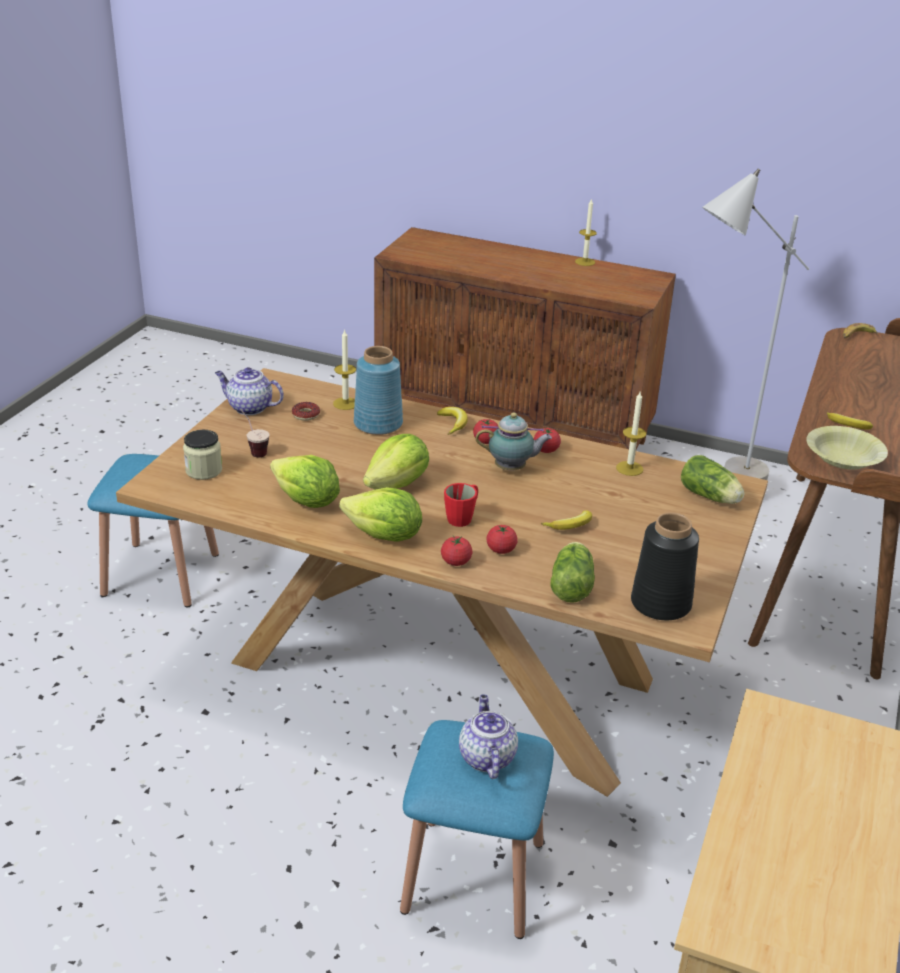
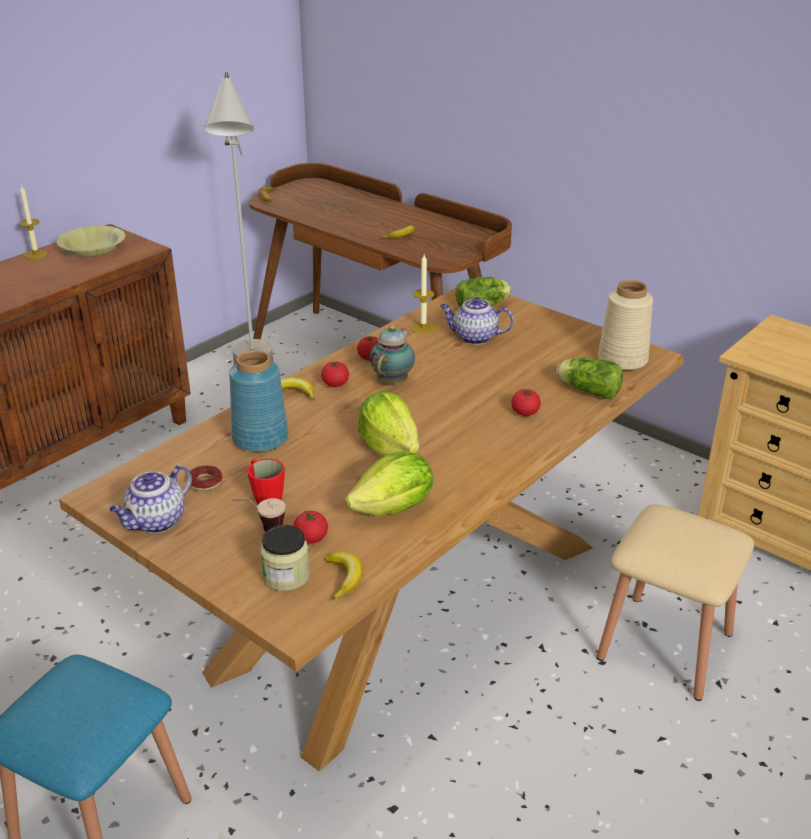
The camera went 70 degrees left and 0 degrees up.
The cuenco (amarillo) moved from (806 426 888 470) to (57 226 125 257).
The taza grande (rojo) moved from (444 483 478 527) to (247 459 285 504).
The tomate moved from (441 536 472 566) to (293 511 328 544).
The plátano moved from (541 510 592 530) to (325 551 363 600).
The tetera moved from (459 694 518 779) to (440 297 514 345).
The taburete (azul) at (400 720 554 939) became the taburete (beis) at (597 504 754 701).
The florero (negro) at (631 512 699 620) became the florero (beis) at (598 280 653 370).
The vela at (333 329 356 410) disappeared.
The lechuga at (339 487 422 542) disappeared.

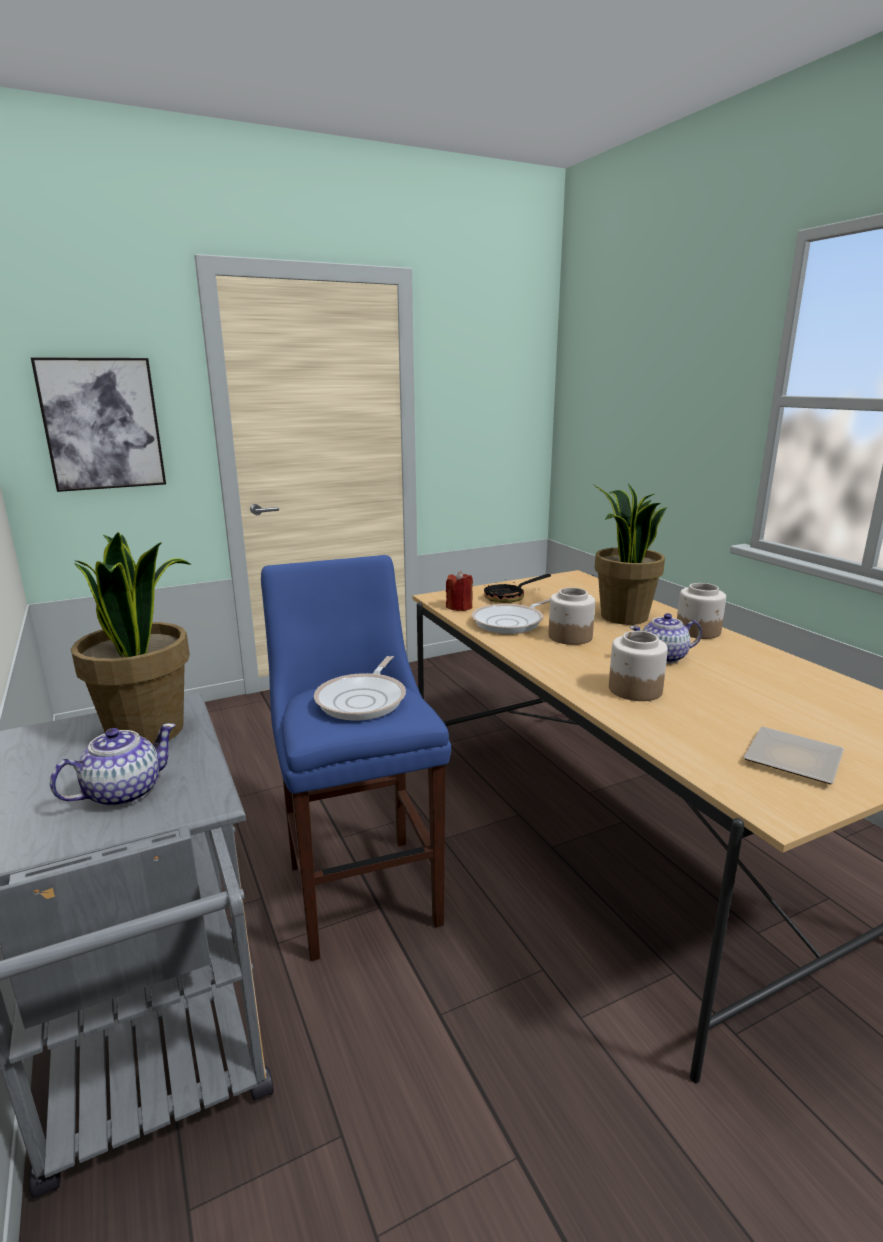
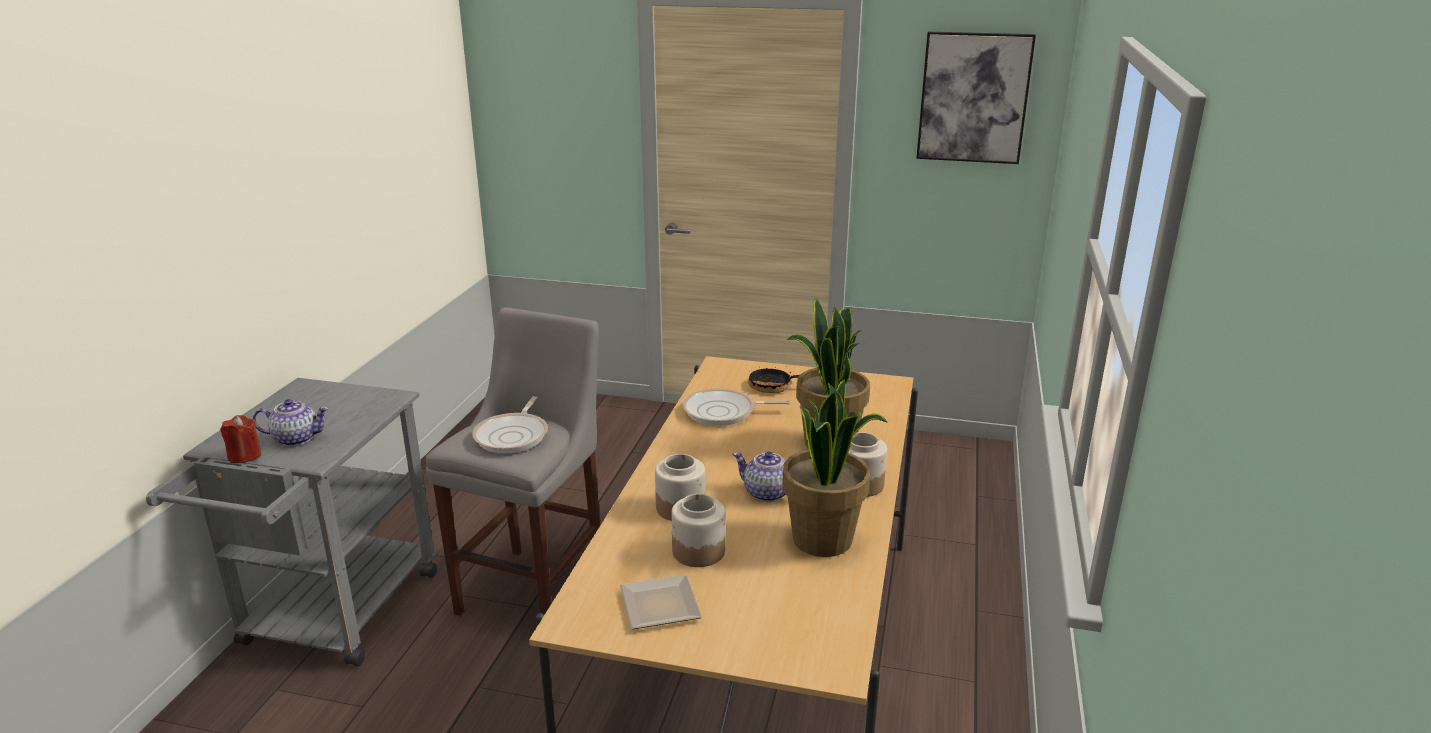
The camera went 40 degrees right and 5 degrees up.
The vela (rojo) moved from (446 571 473 611) to (220 415 261 463).
The taburete (azul) at (261 555 451 961) became the taburete (gris) at (426 307 600 616).
The sartén at (314 656 406 720) turned 45 degrees counterclockwise.
The tarro moved from (548 588 595 645) to (671 494 725 567).
The planta en maceta moved from (71 532 191 744) to (782 379 888 557).
The cuadro moved from (31 357 166 492) to (916 32 1036 164).

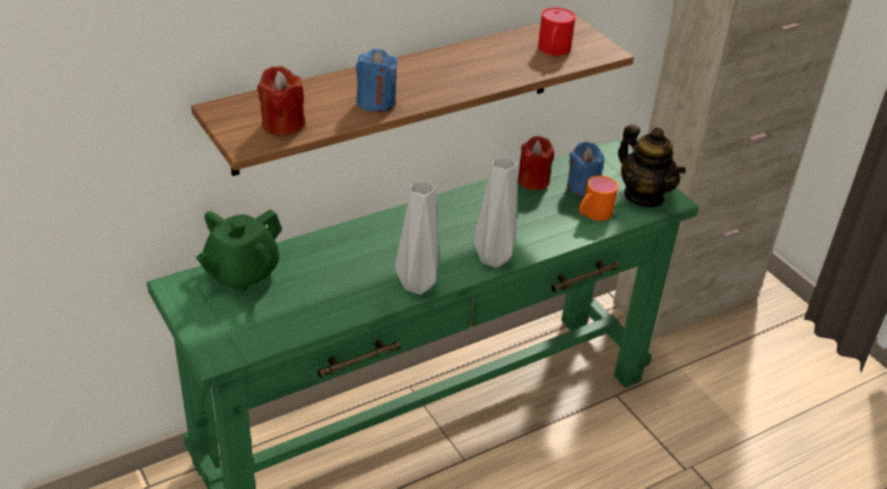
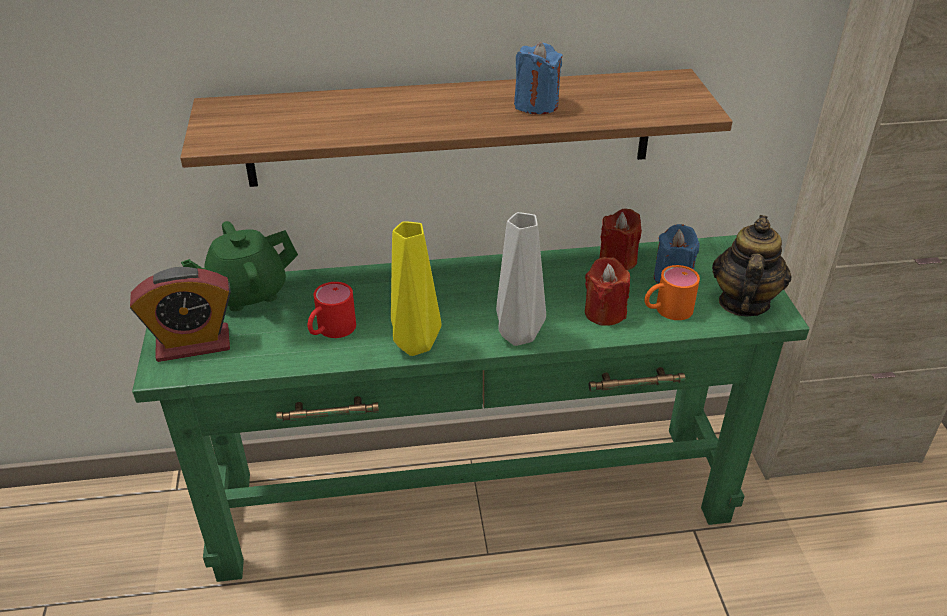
The camera went 25 degrees right and 0 degrees up.
The despertador at (130 267 231 362) appeared.
The taza grande (rojo) moved from (538 8 576 56) to (307 282 356 338).
The florero (gris) at (395 181 439 295) became the florero (amarillo) at (391 221 442 356).
The vela (azul) moved from (356 49 398 112) to (514 42 563 114).
The vela (rojo) moved from (257 66 305 136) to (585 257 630 326).
The tetera at (618 124 686 207) turned 150 degrees counterclockwise.

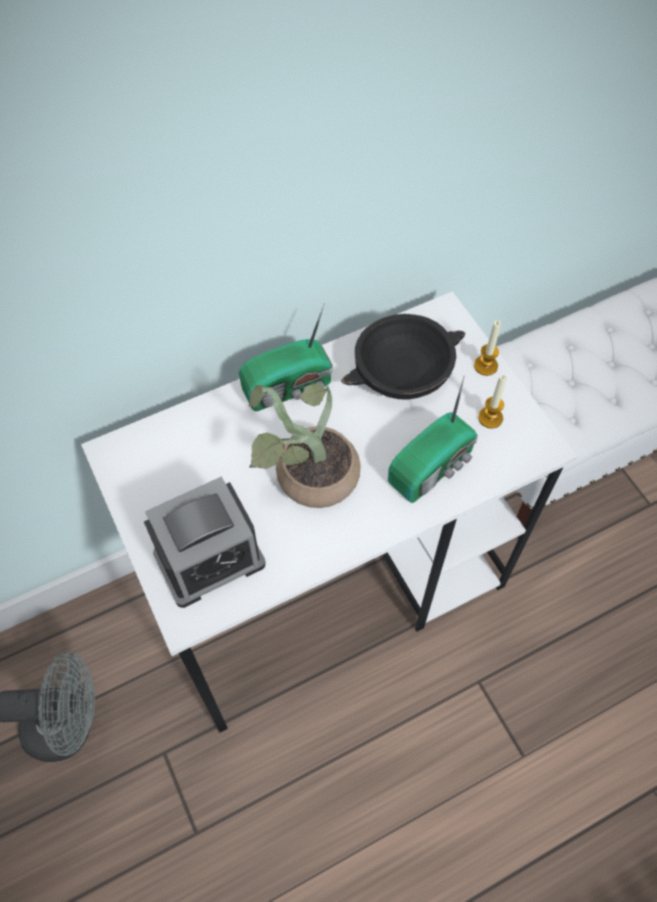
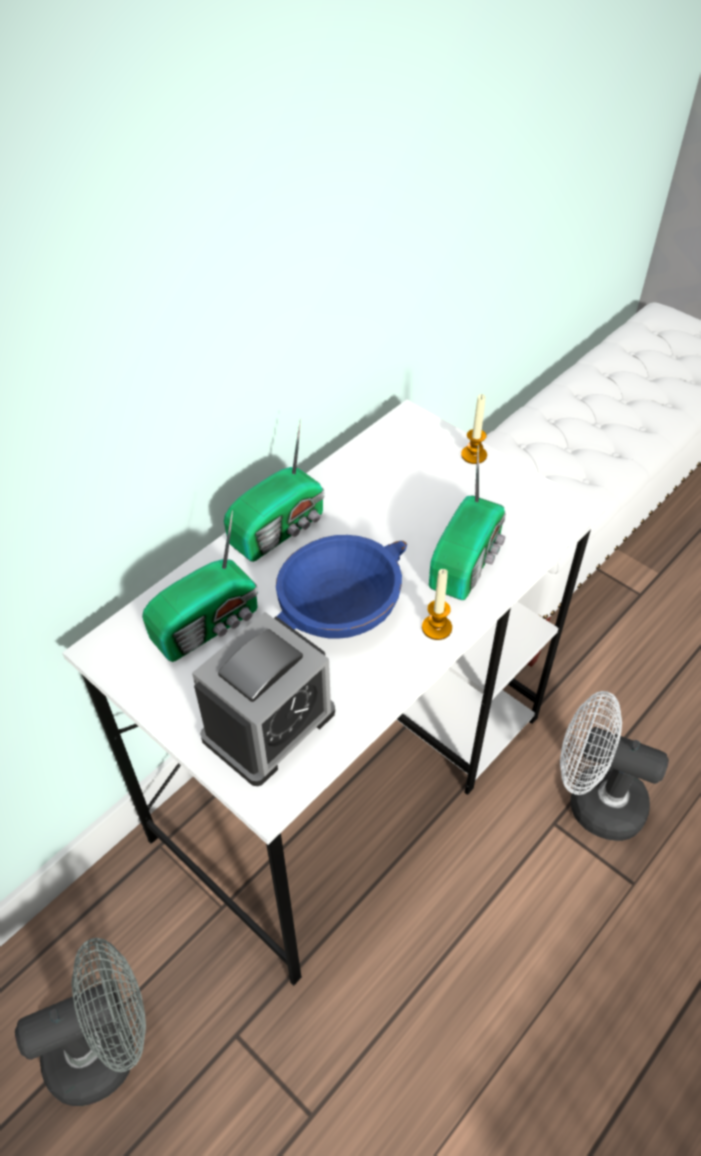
The camera went 20 degrees left and 10 degrees down.
The radio at (142 510 258 662) appeared.
The planta en maceta at (249 384 361 508) was replaced by the cuenco (azul) at (276 535 407 639).
The vela moved from (478 375 507 429) to (422 569 452 640).
The ventilador (blanco) at (560 691 669 841) appeared.
The cuenco (negro) at (341 314 465 399) disappeared.

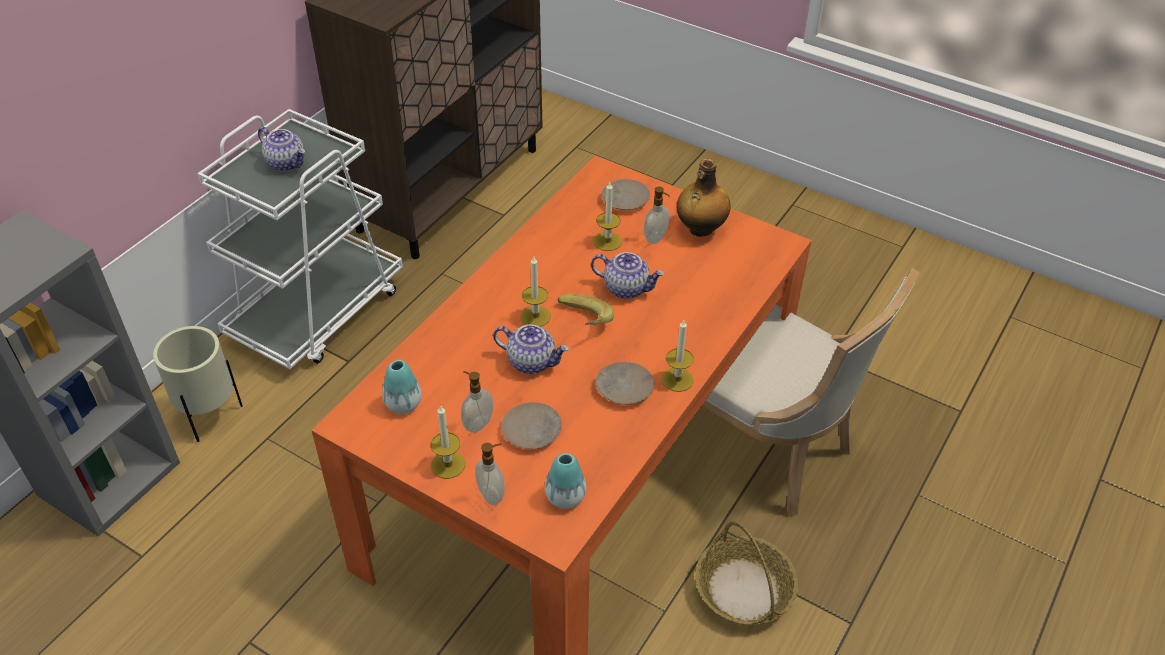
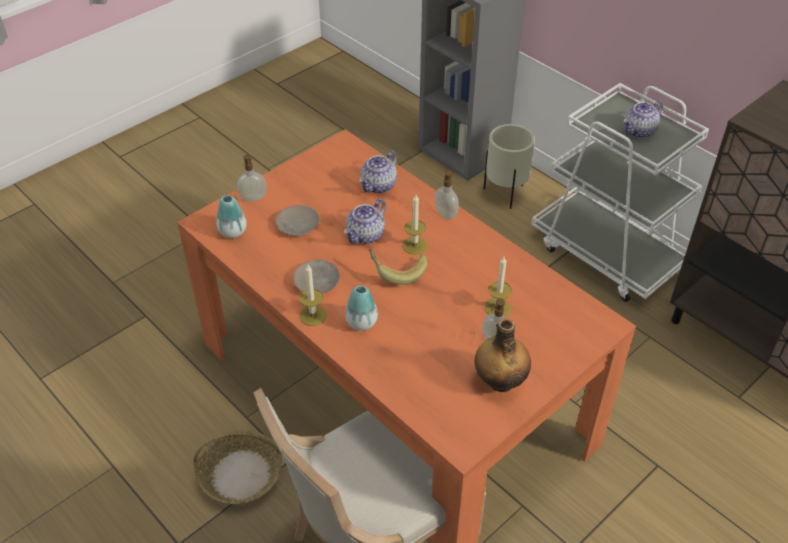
The camera went 105 degrees right and 0 degrees up.
The florero moved from (382 360 421 414) to (345 285 378 331).
The tetera moved from (591 252 664 299) to (359 150 397 193).
The dispensador de jabón moved from (461 371 494 433) to (435 170 459 220).
The vela at (431 405 465 479) disappeared.
The plato (beis) at (602 179 650 210) disappeared.

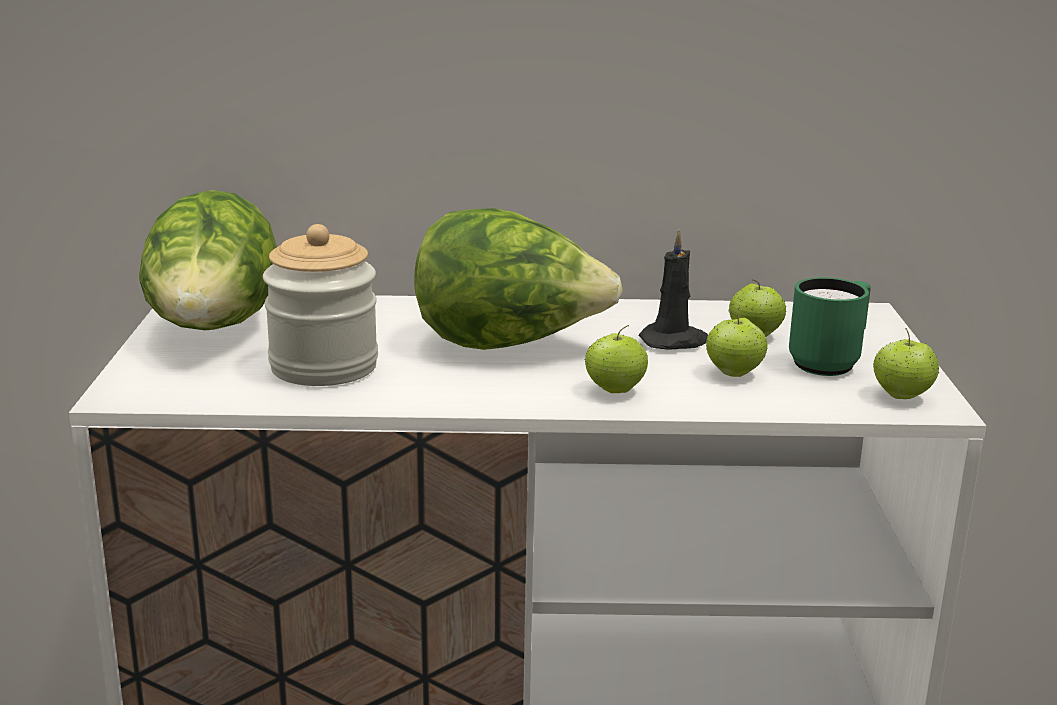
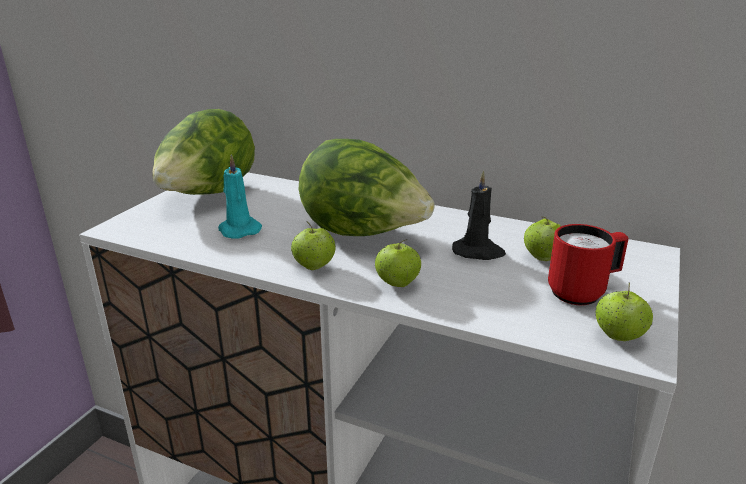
The camera went 25 degrees right and 5 degrees up.
The tarro at (263 224 378 386) was replaced by the vela (turquesa) at (218 154 262 239).
The manzana moved from (706 310 768 377) to (291 222 336 270).
The taza grande (verde) at (789 277 871 376) became the taza grande (rojo) at (548 224 629 305).

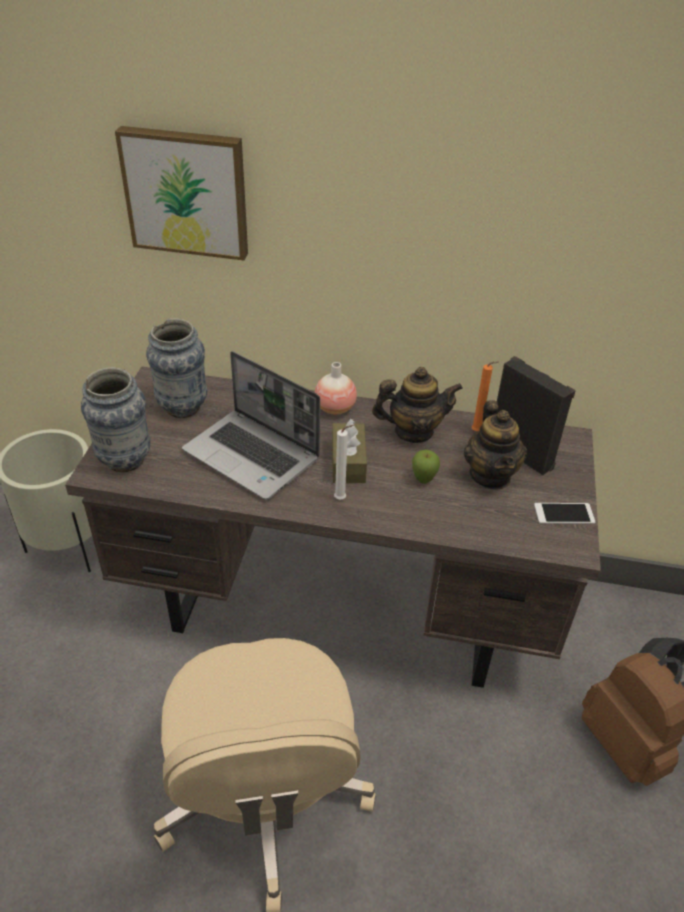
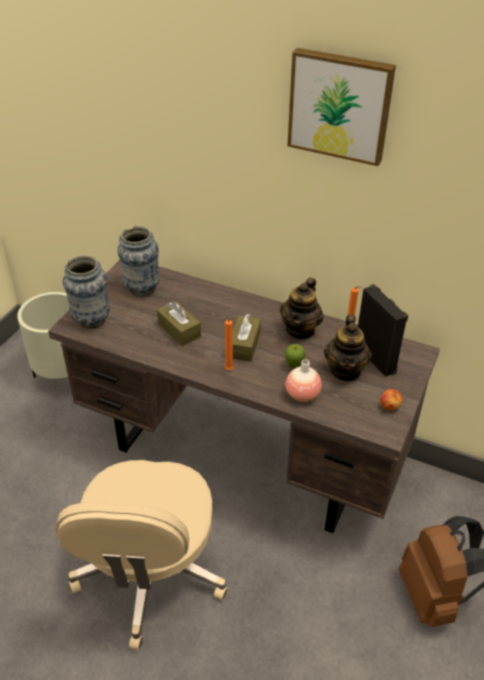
The camera went 15 degrees right and 0 degrees up.
The portátil at (182 351 320 500) was replaced by the caja de pañuelos (marrón) at (157 301 201 346).
The vela (blanco) at (334 425 354 499) became the vela (naranja) at (225 317 236 370).
The tetera at (372 367 463 443) turned 105 degrees clockwise.
The florero moved from (315 362 357 415) to (286 359 322 402).
The cuadro moved from (115 126 248 260) to (287 48 396 166).
The móvil at (534 503 595 524) was replaced by the manzana at (380 389 403 410).

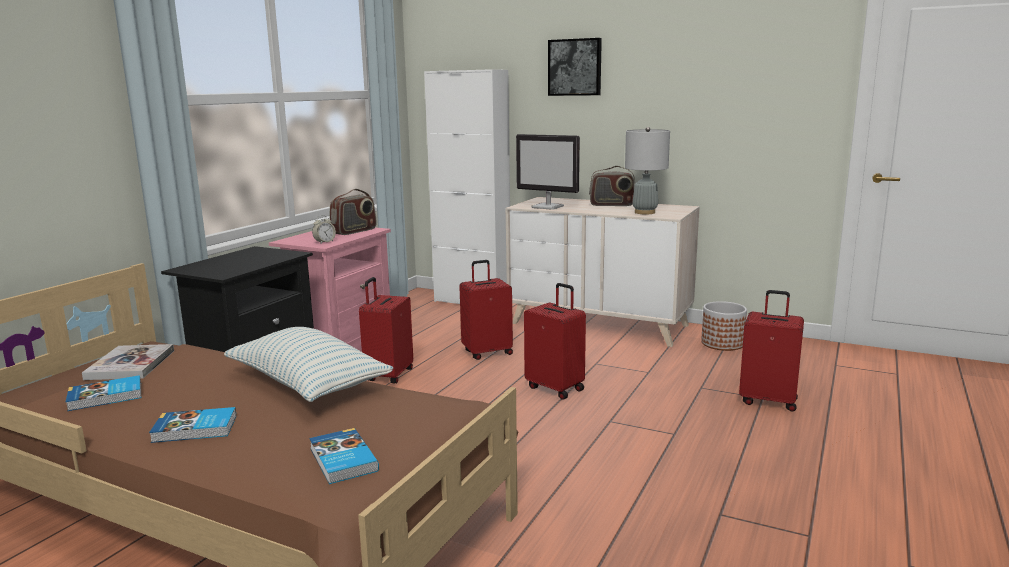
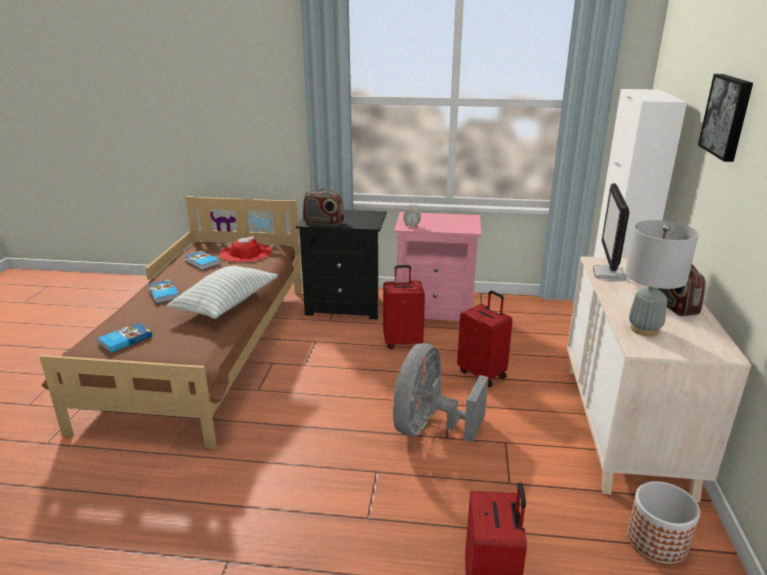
The camera went 70 degrees right and 10 degrees up.
The libro at (82 344 174 380) was replaced by the sombrero (rojo) at (219 236 272 263).
The radio moved from (330 189 377 235) to (303 189 345 226).
The maleta (rojo) at (524 283 586 400) was replaced by the ventilador (gris) at (393 343 488 442).

